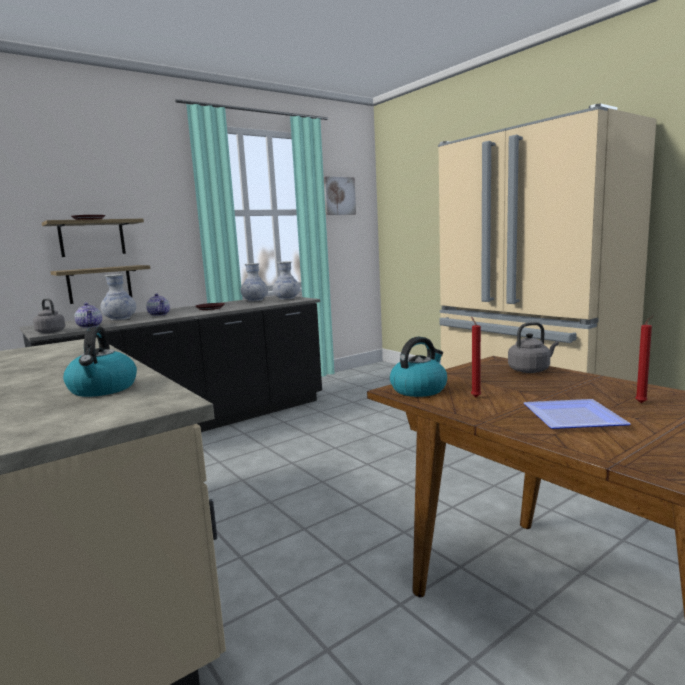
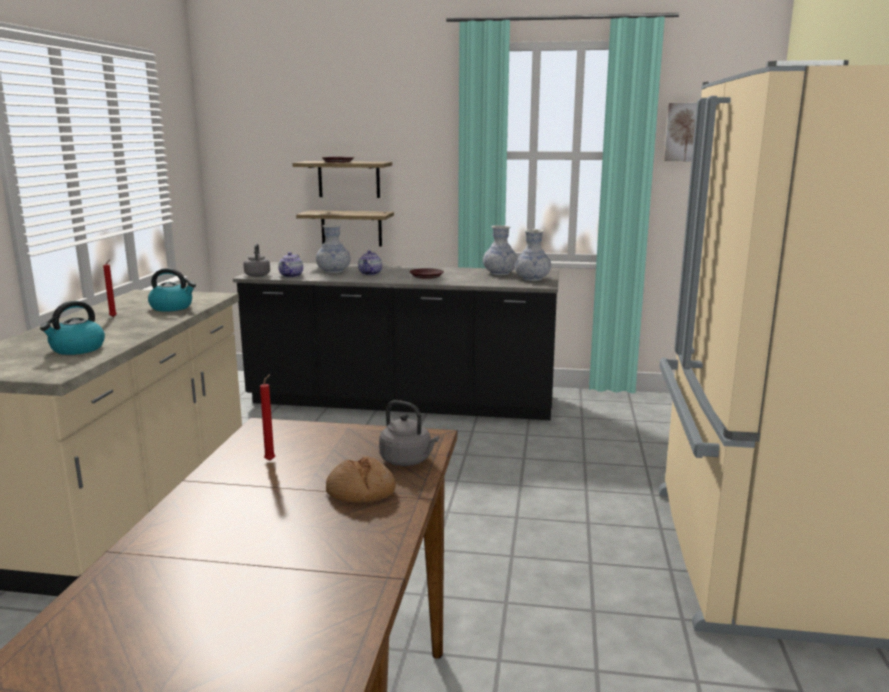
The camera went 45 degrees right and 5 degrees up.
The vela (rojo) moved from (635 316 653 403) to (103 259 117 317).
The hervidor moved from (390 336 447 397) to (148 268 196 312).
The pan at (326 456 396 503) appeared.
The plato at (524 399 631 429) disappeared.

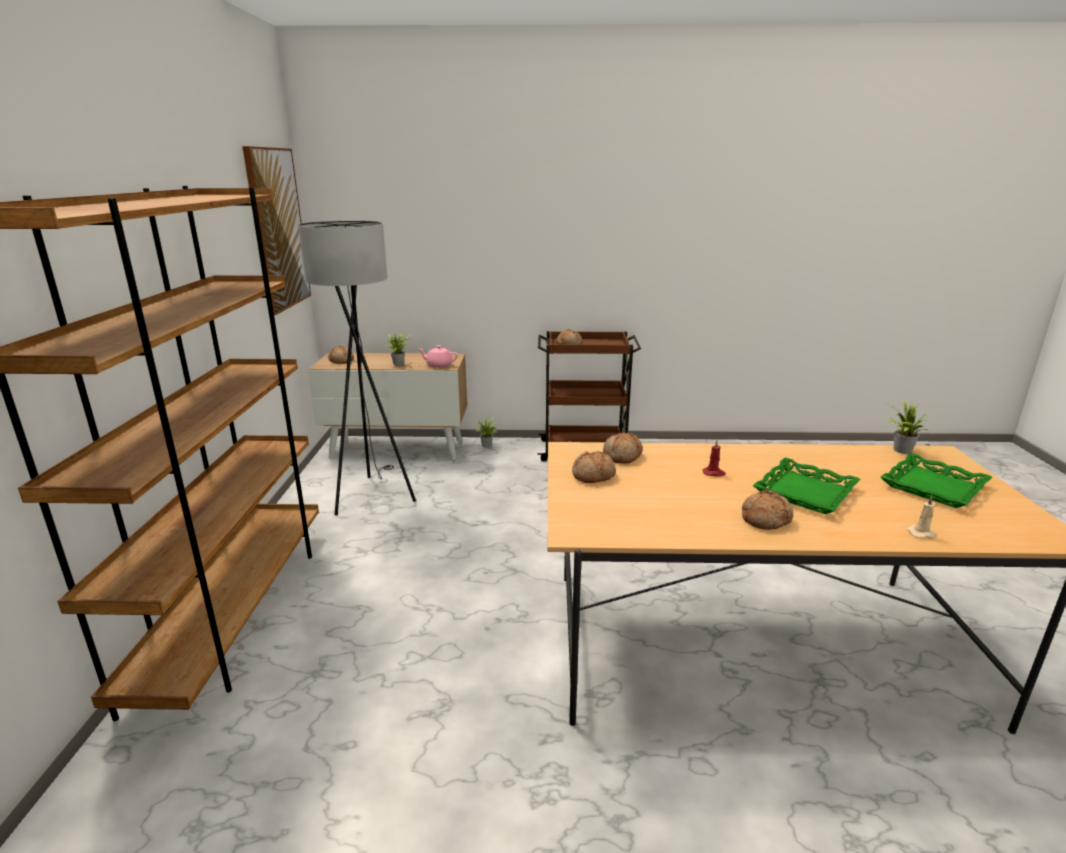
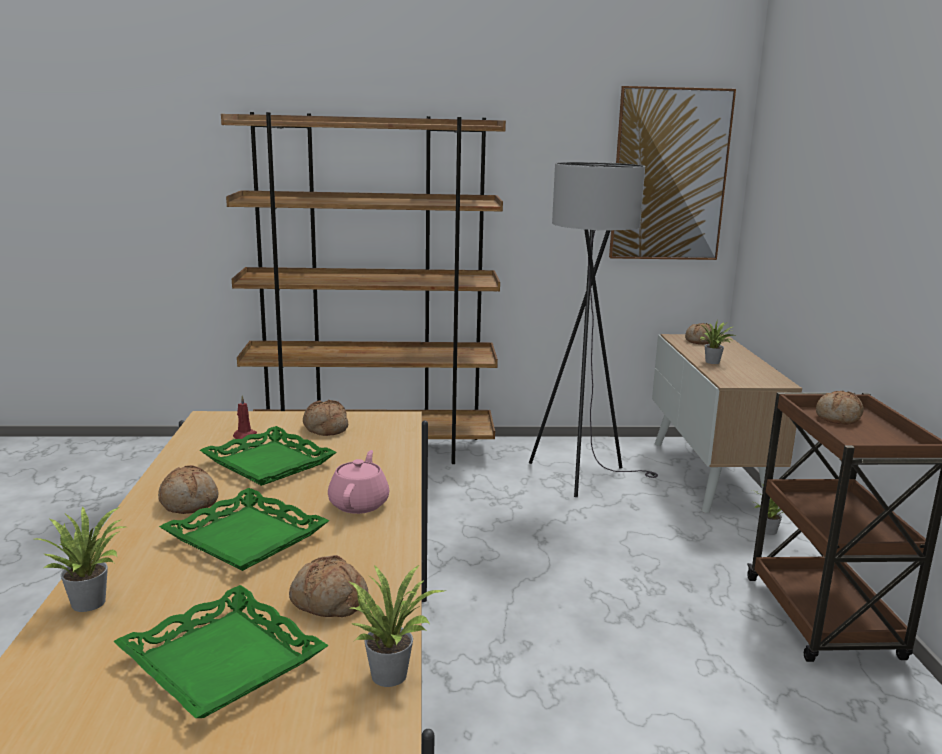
The camera went 85 degrees right and 5 degrees down.
The vela (beis) at (908 496 937 539) was replaced by the planta en maceta at (36 506 126 612).
The bandeja (verde) at (200 426 337 486) appeared.
The vela (rojo) moved from (703 440 726 477) to (233 395 257 439).
The pan moved from (603 432 643 464) to (289 555 368 617).
The tetera (rosa) moved from (418 345 458 368) to (328 450 389 514).

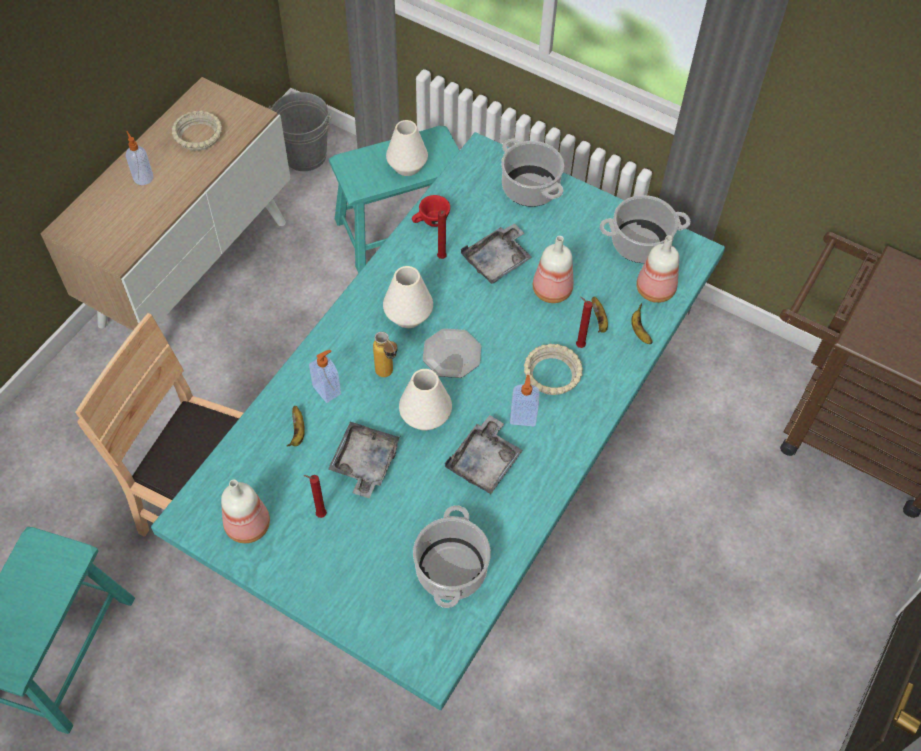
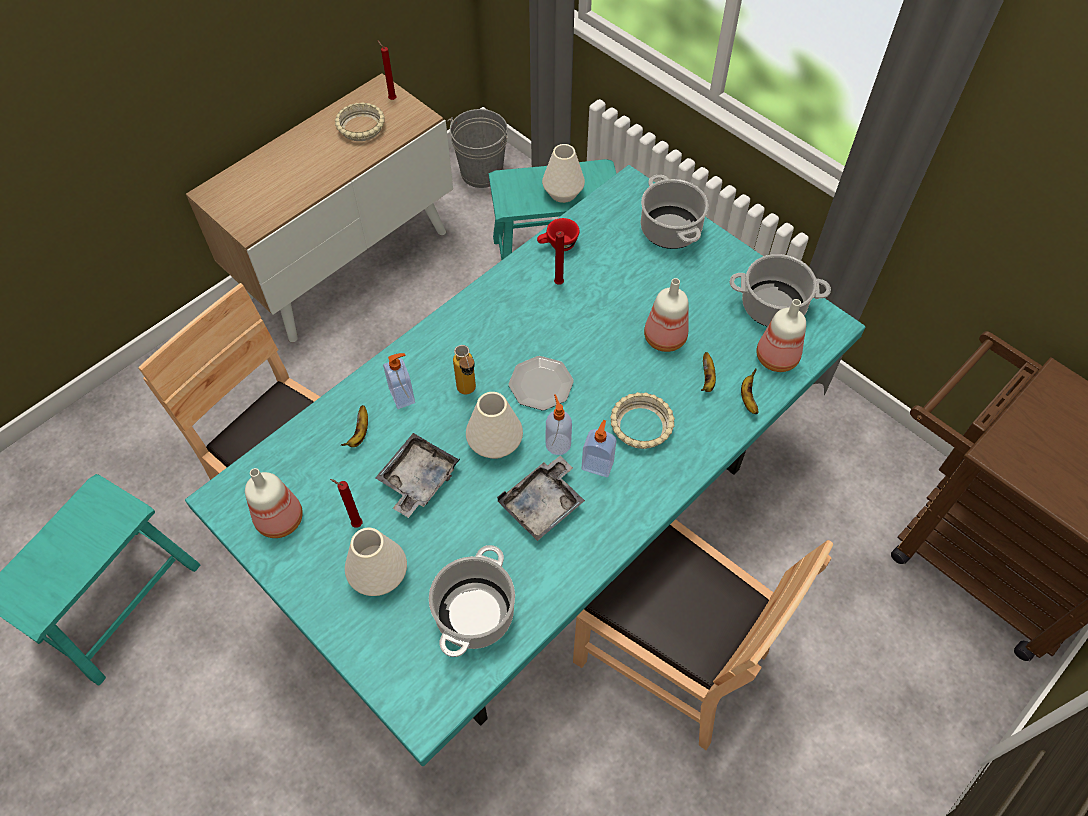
The camera went 15 degrees right and 0 degrees up.
The florero (blanco) moved from (383 266 433 328) to (345 528 407 596).
The vela (rojo) moved from (576 297 593 348) to (377 40 396 100).
The dispensador de jabón moved from (126 131 154 185) to (546 394 572 455).
The silla (marrón) at (573 519 833 750) appeared.
The bandeja (gris) at (461 223 532 284) disappeared.

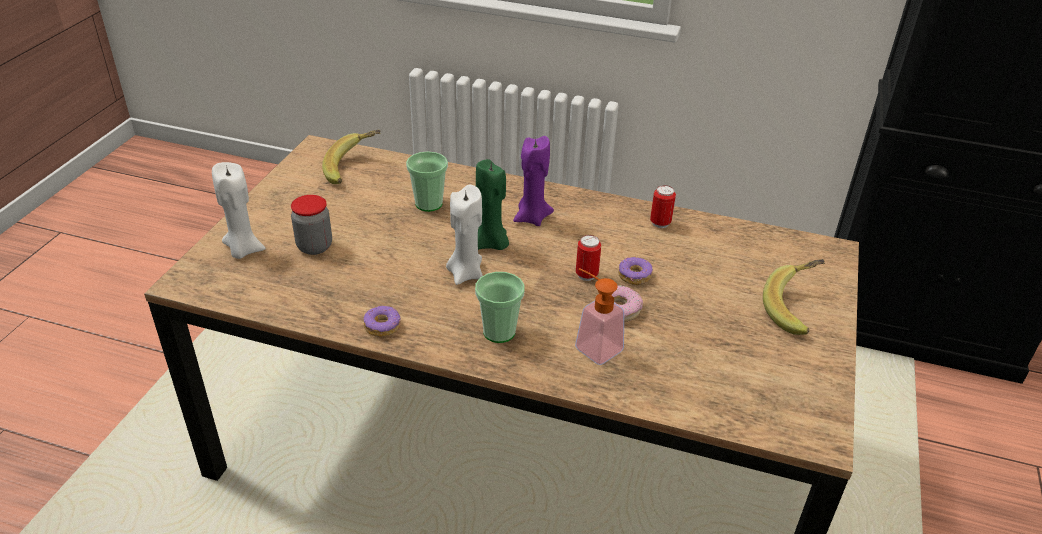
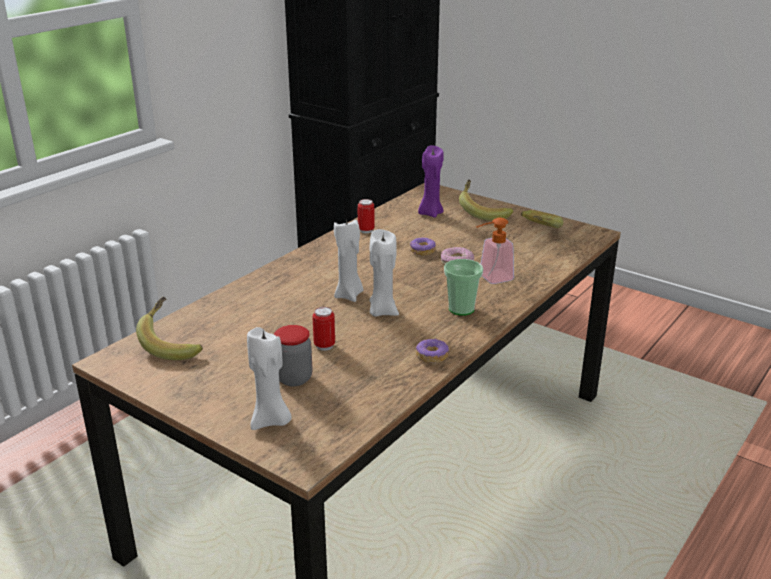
The camera went 70 degrees left and 10 degrees down.
The lata moved from (576 235 601 281) to (312 307 335 351).
The vela (verde) at (476 159 509 250) became the vela (blanco) at (334 217 364 302).
The vela (morado) moved from (513 136 554 226) to (418 146 444 218).
The plátano at (521 210 563 228) appeared.
The taza at (406 151 448 212) disappeared.

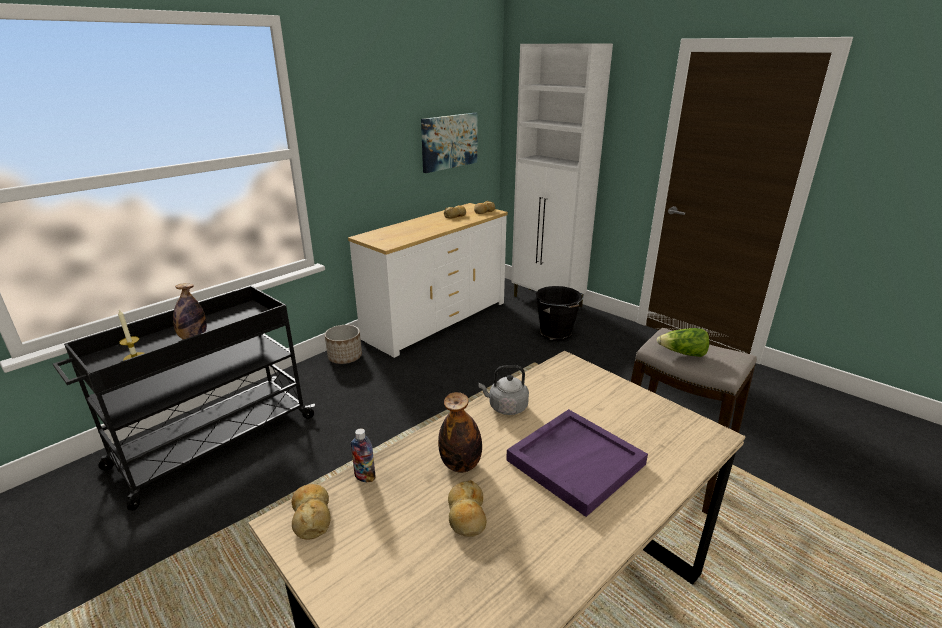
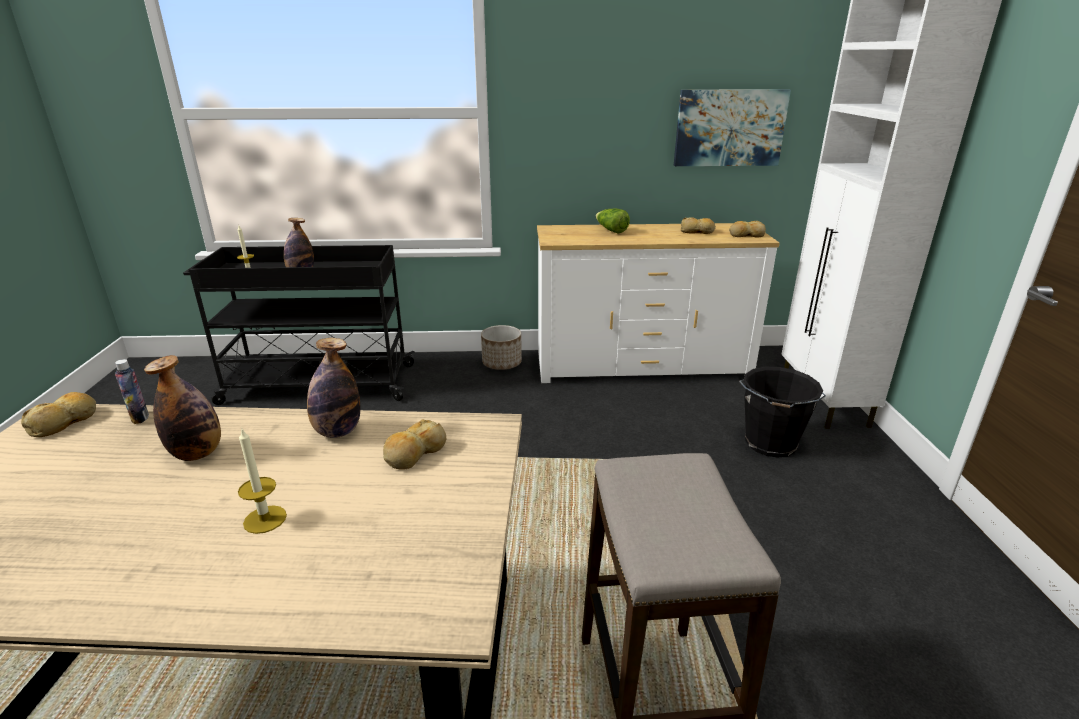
The camera went 45 degrees right and 0 degrees up.
The bandeja (morado) at (506 409 648 517) was replaced by the vela at (238 429 287 534).
The hervidor (gris) at (478 365 529 415) was replaced by the botella at (307 338 361 438).
The pan moved from (448 480 486 537) to (383 419 446 470).
The lechuga moved from (657 328 710 357) to (596 209 630 234).

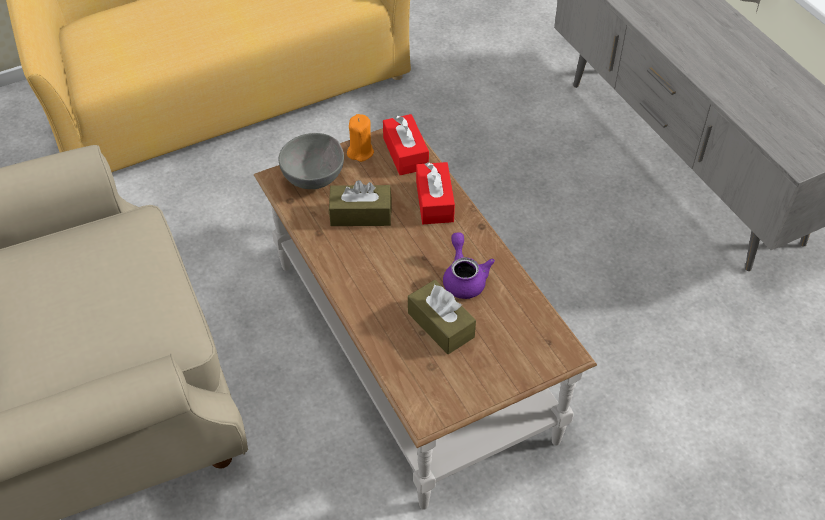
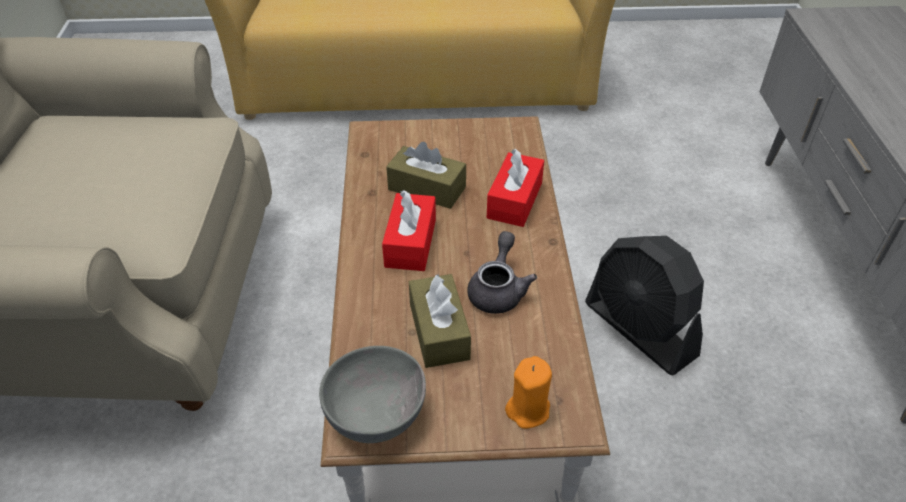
The camera went 25 degrees right and 5 degrees down.
The cuenco (gris) moved from (279 133 344 189) to (319 346 426 443).
The caja de pañuelos (rojo) moved from (383 114 429 175) to (382 190 436 271).
The tetera (morado) at (443 233 495 299) became the tetera (gris) at (467 231 537 314).
The vela (naranja) moved from (347 114 374 162) to (505 356 552 429).
The ventilador (negro) at (585 236 704 375) appeared.

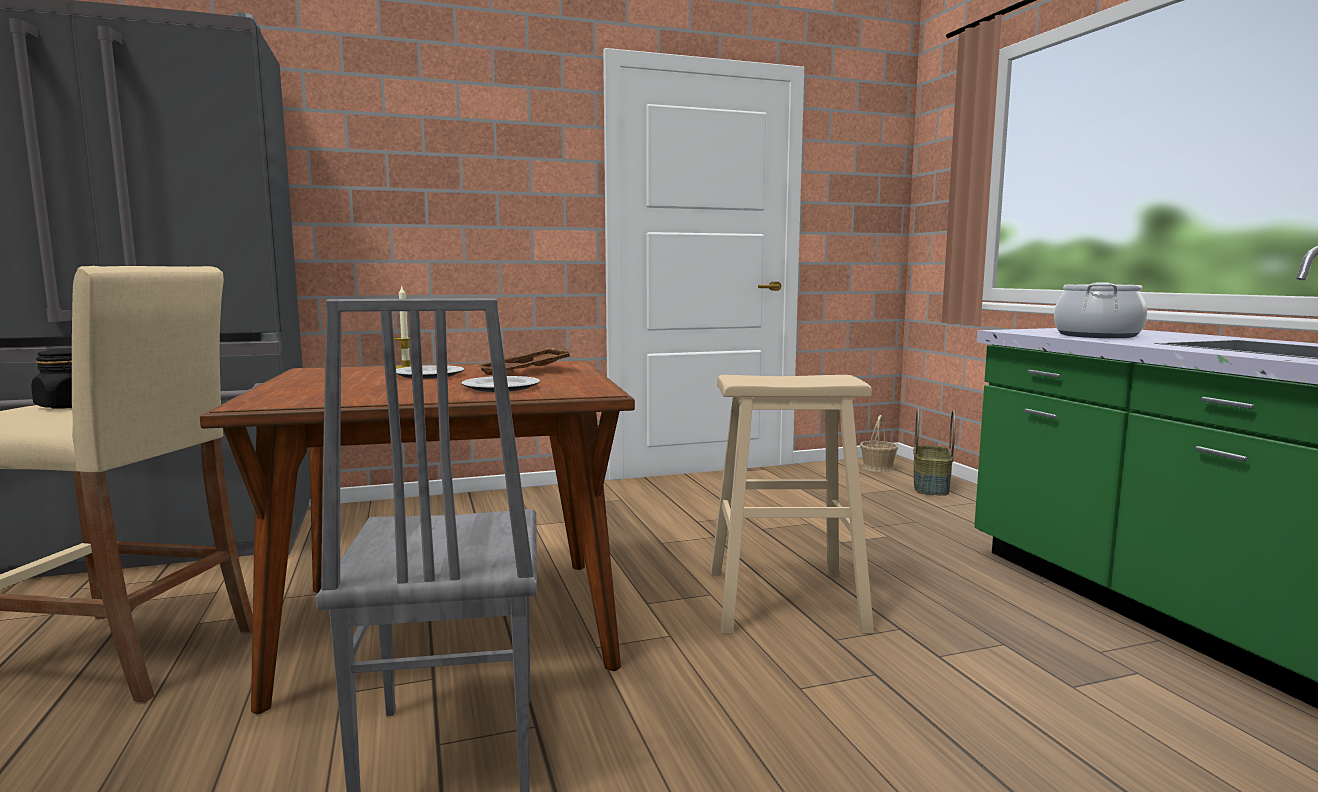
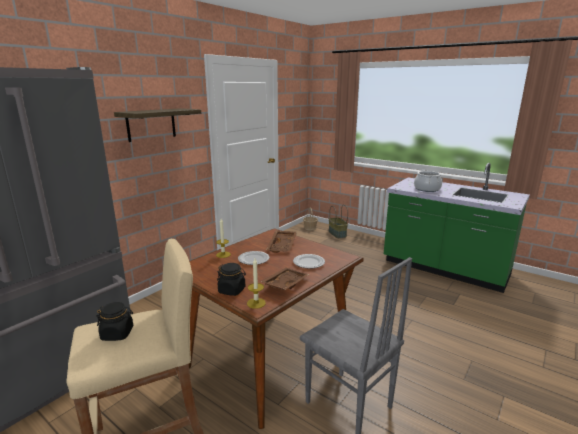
The camera went 35 degrees left and 10 degrees up.
The estante at (114 108 201 142) appeared.
The tarro (negro) at (217 263 246 296) appeared.
The vela at (247 258 266 309) appeared.
The bandeja (marrón) at (260 267 309 290) appeared.
The taburete (beis) at (711 375 874 634) disappeared.

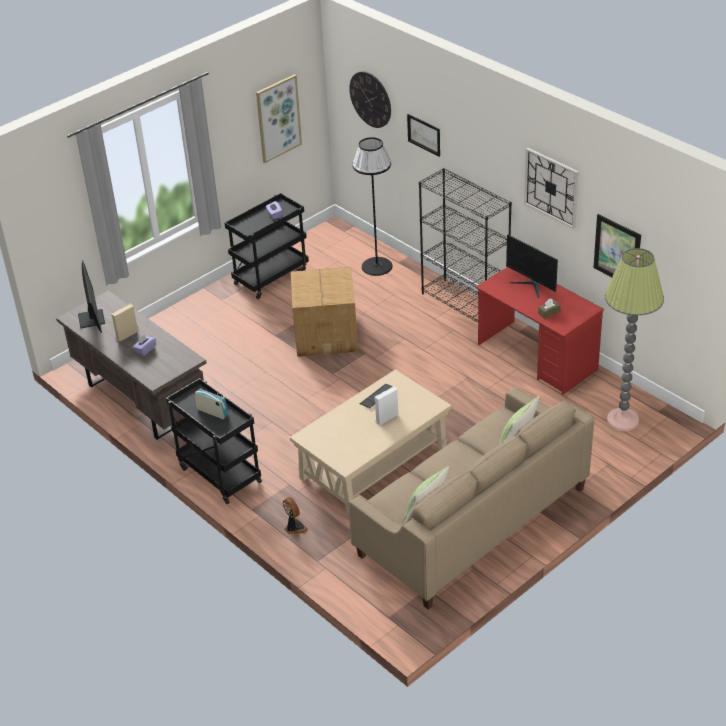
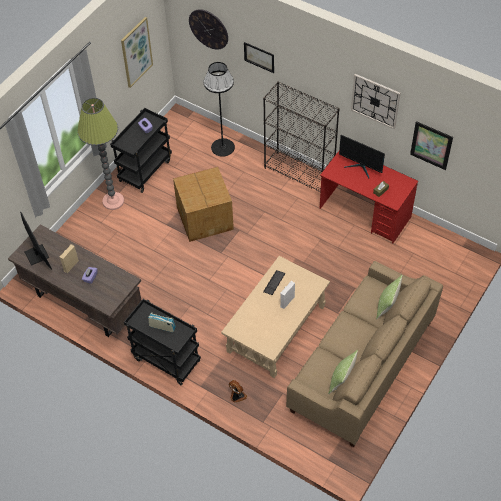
The camera went 15 degrees left and 15 degrees up.
The lámpara de pie moved from (605 248 664 431) to (77 98 124 210).

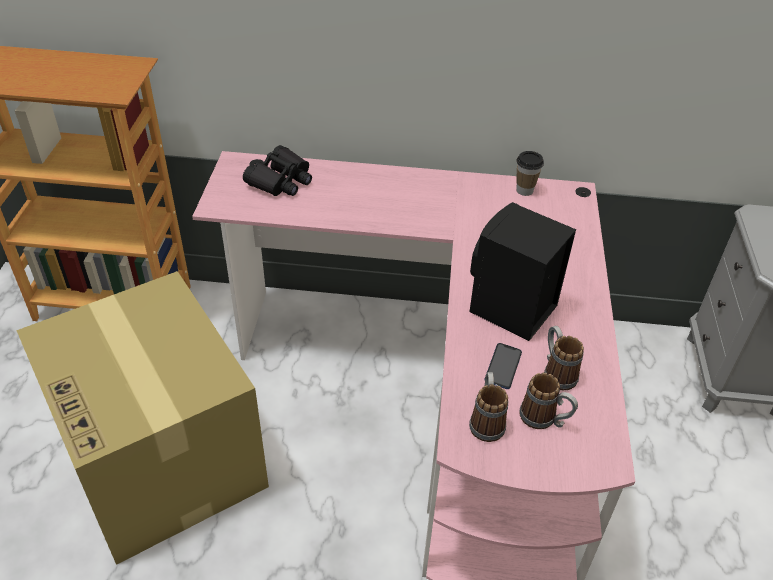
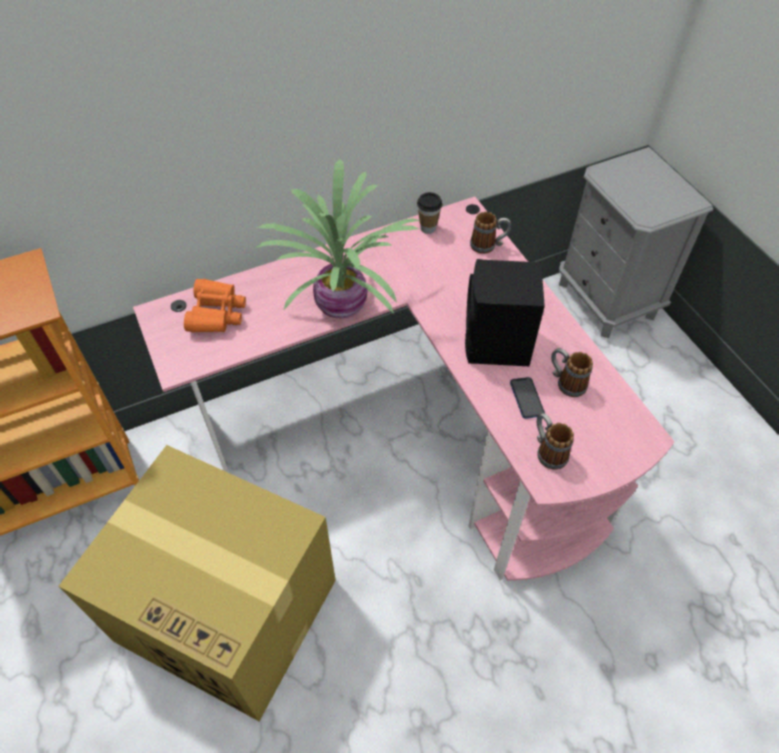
The camera went 30 degrees left and 10 degrees up.
The prismáticos (negro) at (243 145 312 196) became the prismáticos (naranja) at (184 279 246 333).
The planta en maceta at (255 159 420 318) appeared.
The taza grande moved from (520 373 578 429) to (470 211 511 254).

